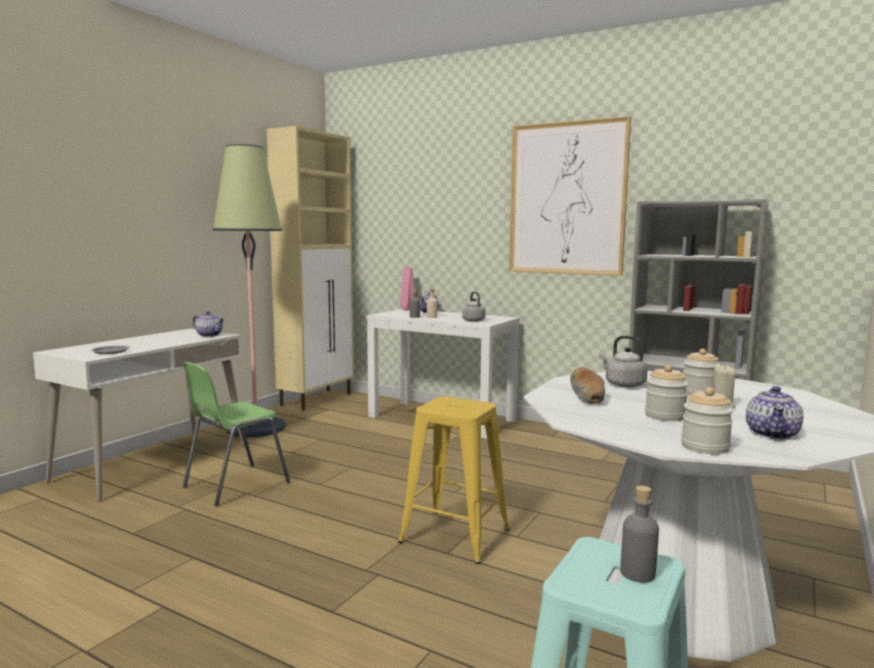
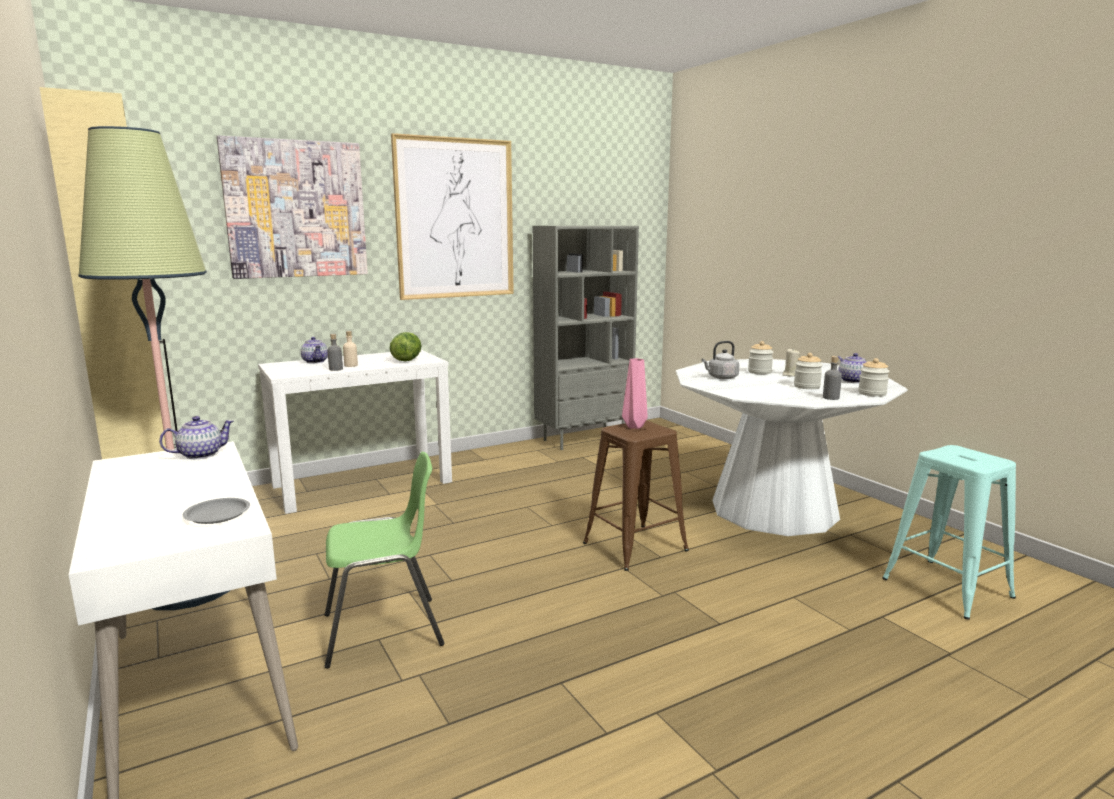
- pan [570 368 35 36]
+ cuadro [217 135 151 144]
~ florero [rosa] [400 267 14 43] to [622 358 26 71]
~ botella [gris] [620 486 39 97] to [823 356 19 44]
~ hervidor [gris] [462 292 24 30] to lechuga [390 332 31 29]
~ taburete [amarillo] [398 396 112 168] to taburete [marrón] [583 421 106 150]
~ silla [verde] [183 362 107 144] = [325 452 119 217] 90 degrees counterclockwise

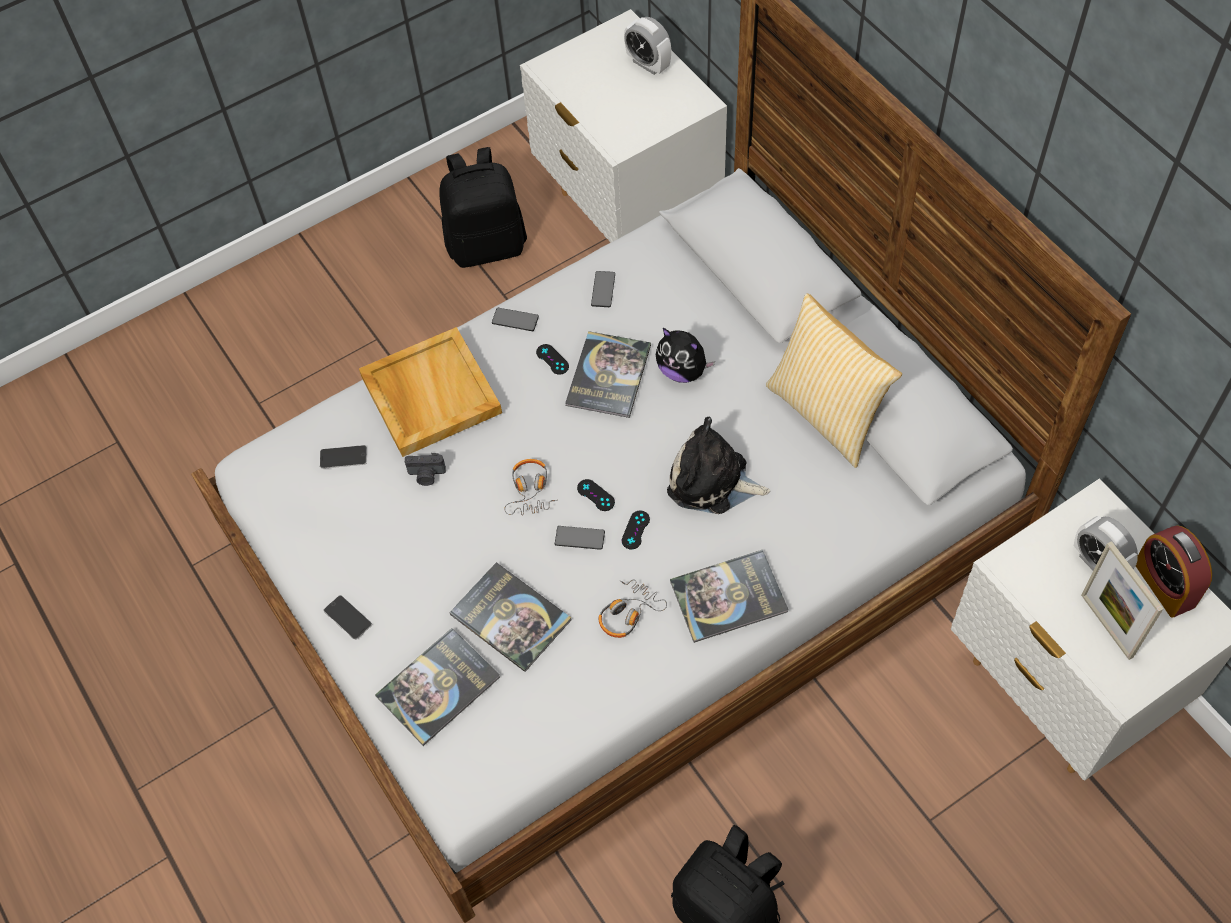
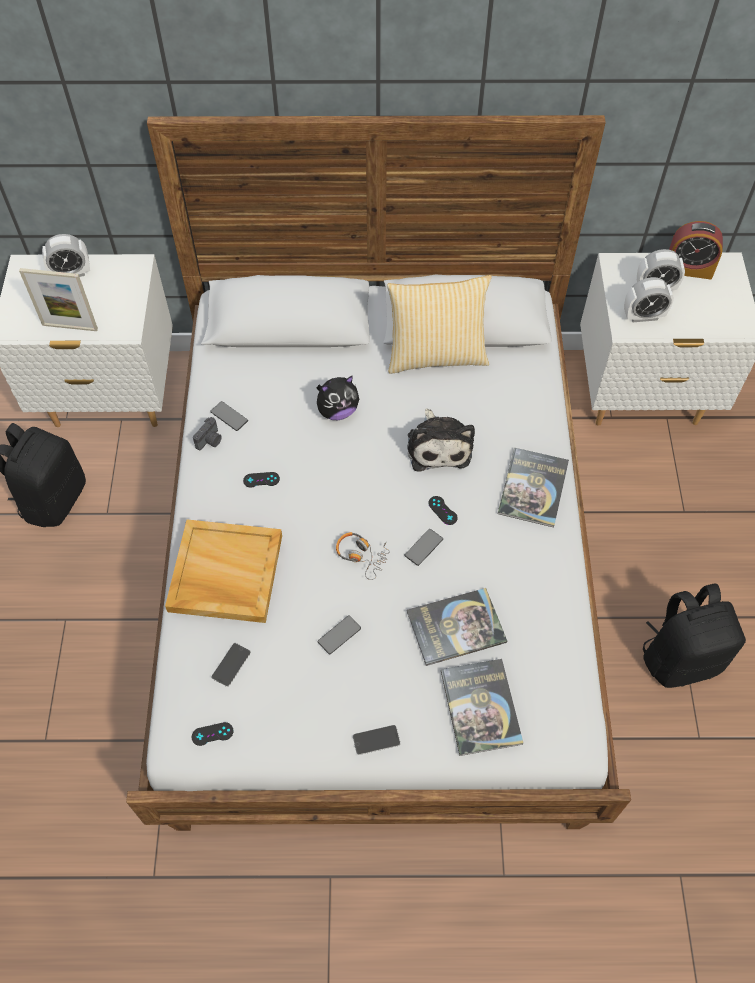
- libro [565 331 86 87]
- auriculares [599 579 68 59]
+ despertador [624 277 50 45]
~ cámara [405 453 41 33] to [193 417 29 33]
~ móvil [492 308 47 23] to [318 616 43 38]
~ mando de consola [negro] [577 479 38 32] to [192 722 41 24]
~ portarretratos [1081 541 82 119] to [19 268 79 63]
~ peluche [667 417 103 97] = [407 408 68 63] 60 degrees counterclockwise

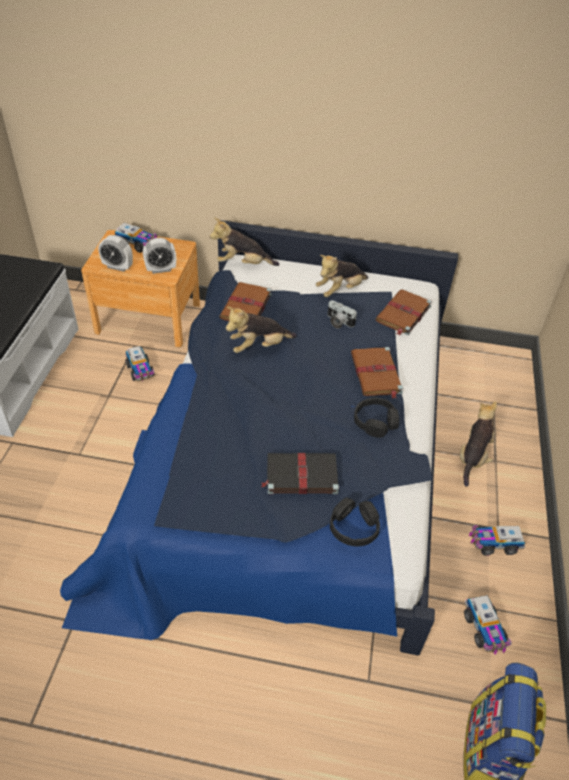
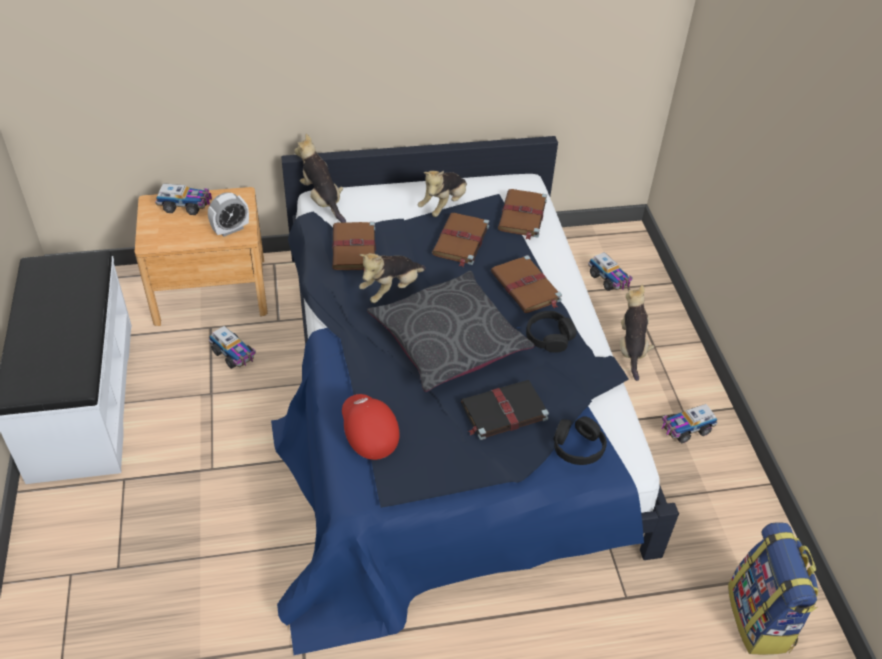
- despertador [98 235 35 37]
+ gorra [rojo] [342 394 58 66]
+ cojín [gris] [367 271 168 121]
~ camión de juguete [464 595 48 60] to [588 252 45 39]
~ cámara [328 301 29 28] to libro [marrón] [432 213 57 54]
~ peluche [210 217 69 49] = [294 134 52 89] 75 degrees clockwise

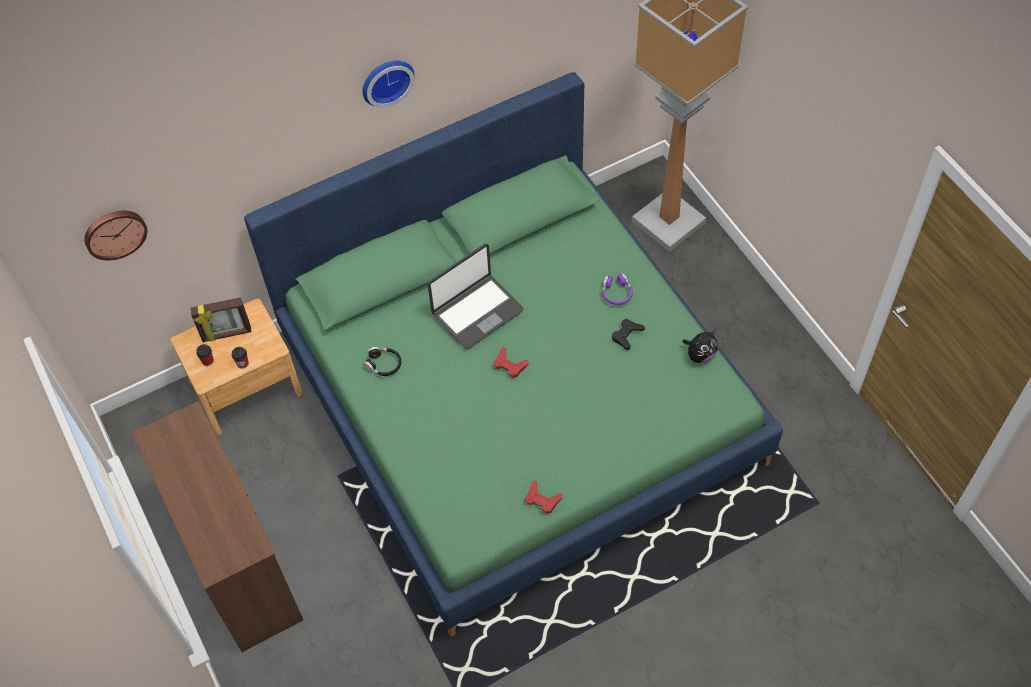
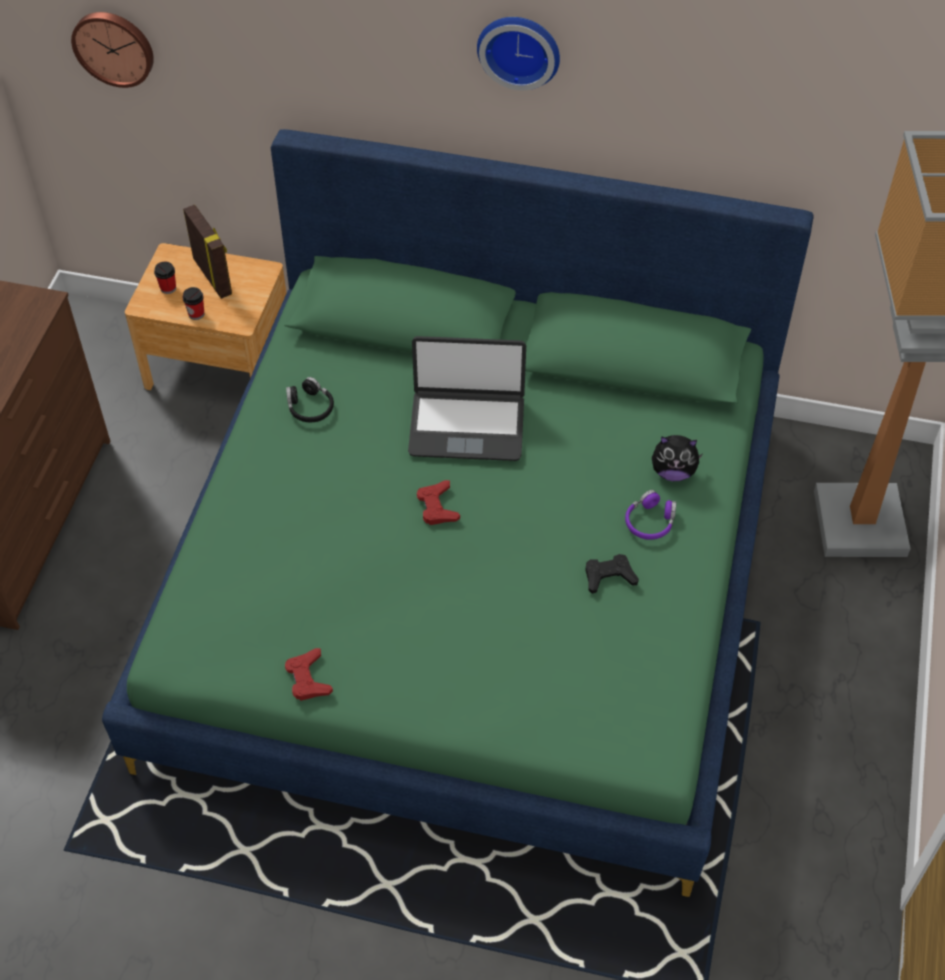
~ peluche [682 330 36 33] to [652 435 51 46]
~ portarretratos [190 297 62 45] = [183 205 49 94] 150 degrees counterclockwise

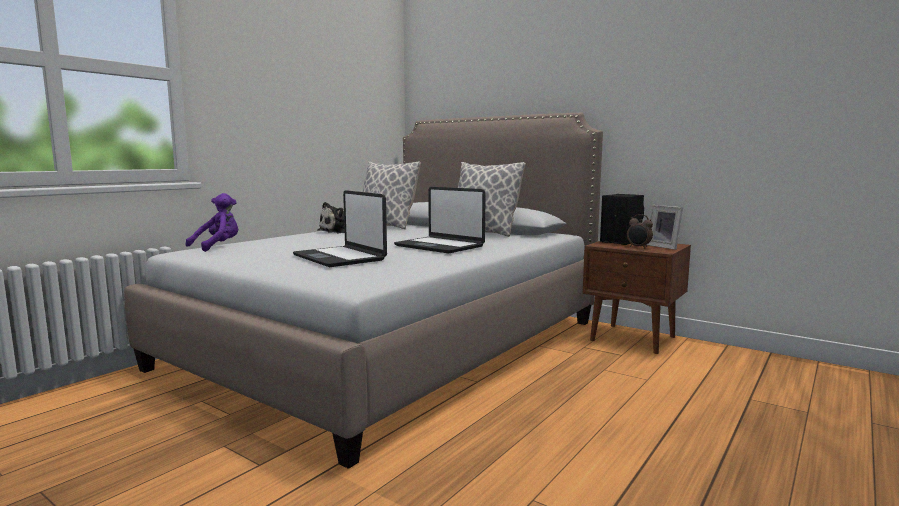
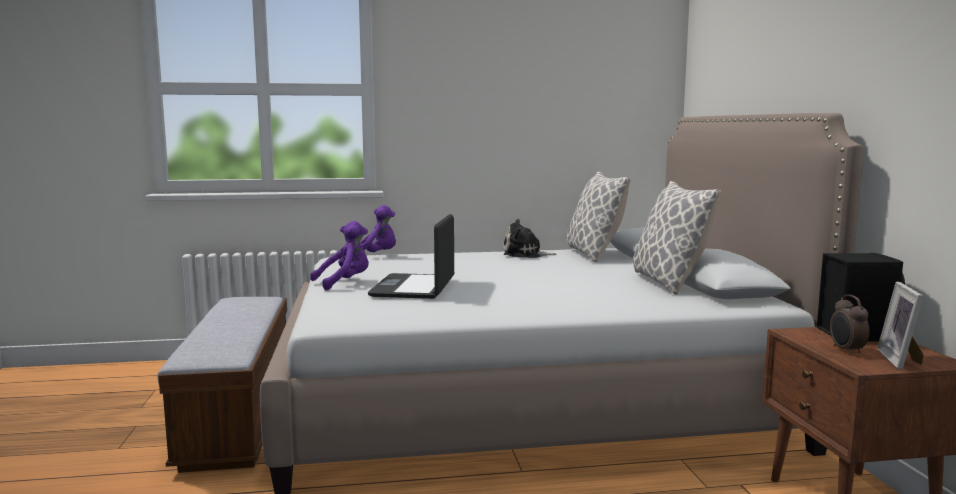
- portátil [394 187 92 67]
+ banco [158 297 129 176]
+ peluche [morado] [310 221 59 69]

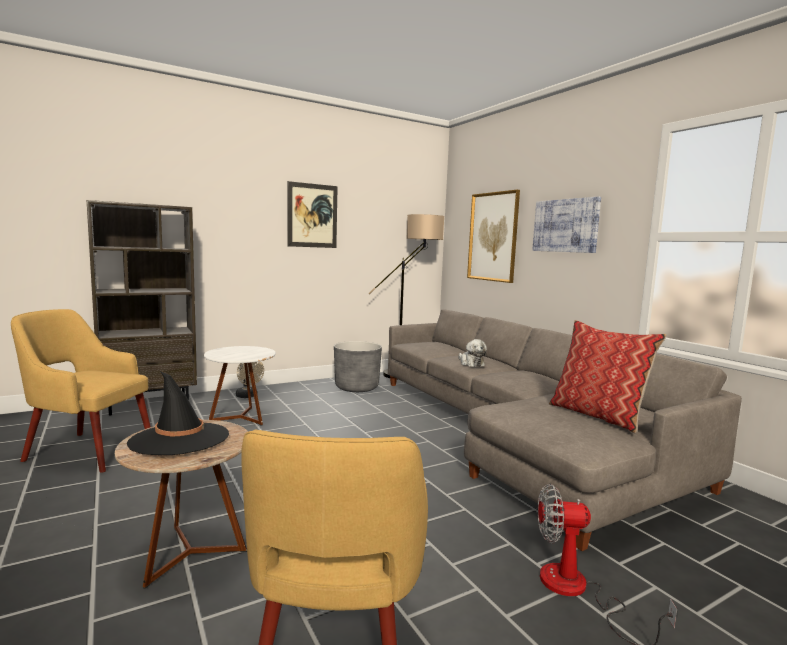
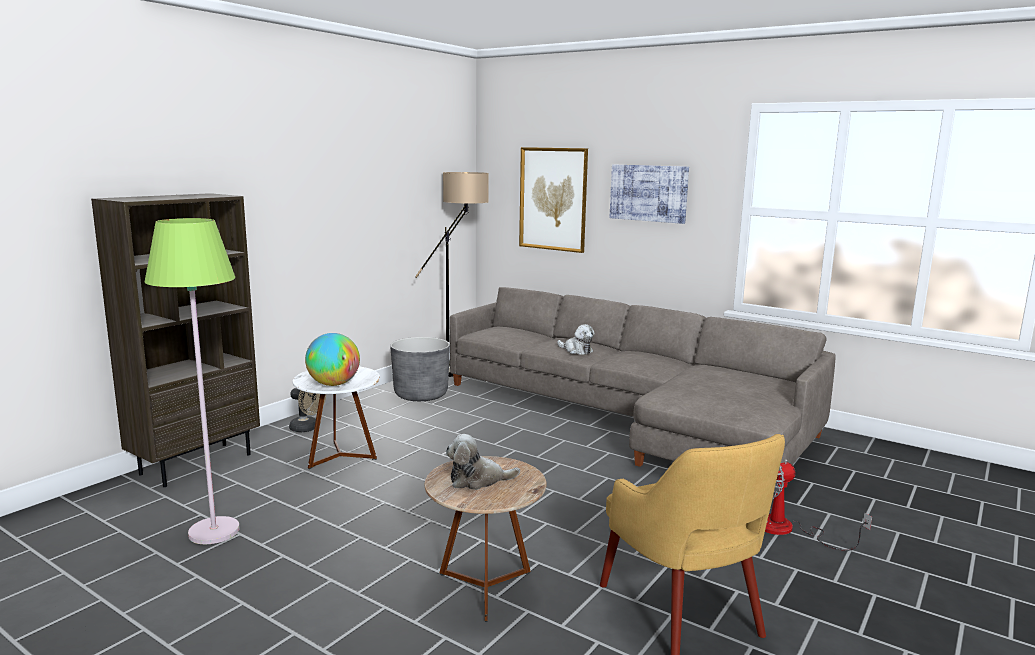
- cuadro [287 181 51 67]
- cojín [549 320 118 113]
+ globo terráqueo [305 333 55 53]
~ sillón [amarillo] [11 309 140 164] to lámpara de pie [verde] [145 218 95 326]
~ sombrero [negro] [127 371 102 84] to peluche [446 434 74 56]

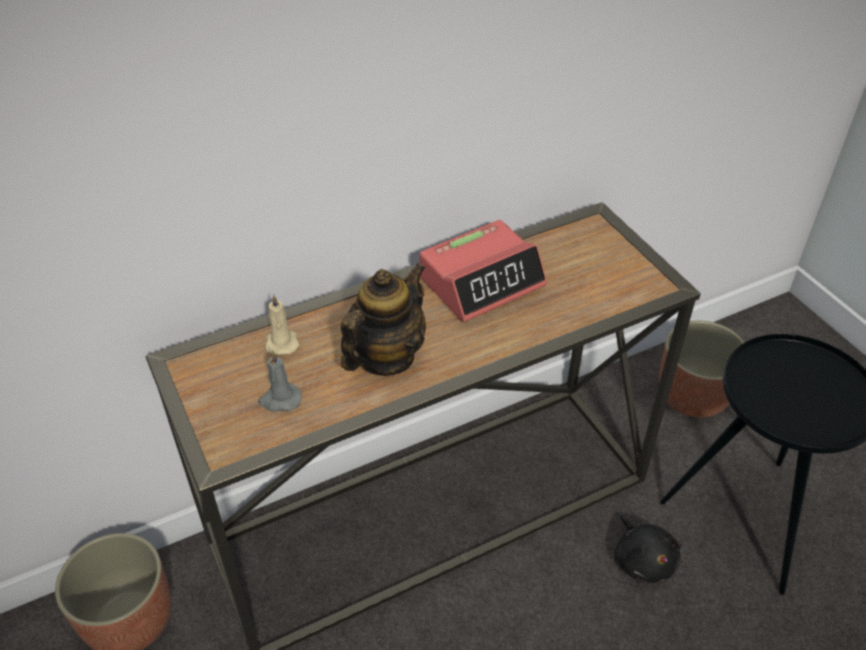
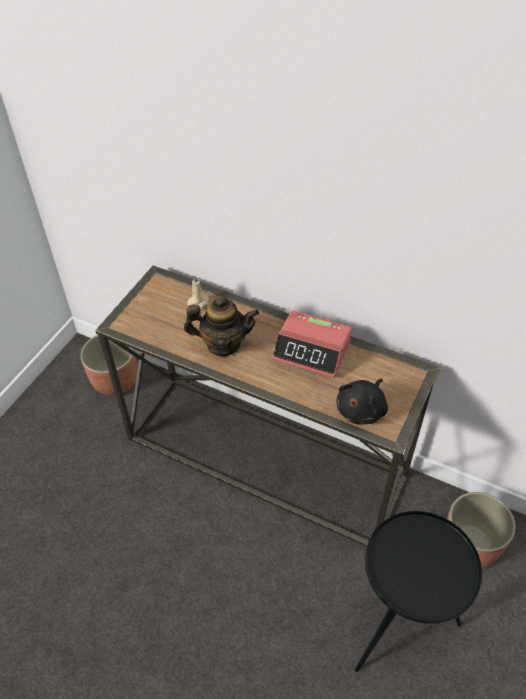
- vela [gris] [258 351 44 61]
~ peluche [negro] [614 515 68 68] to [336 379 52 46]

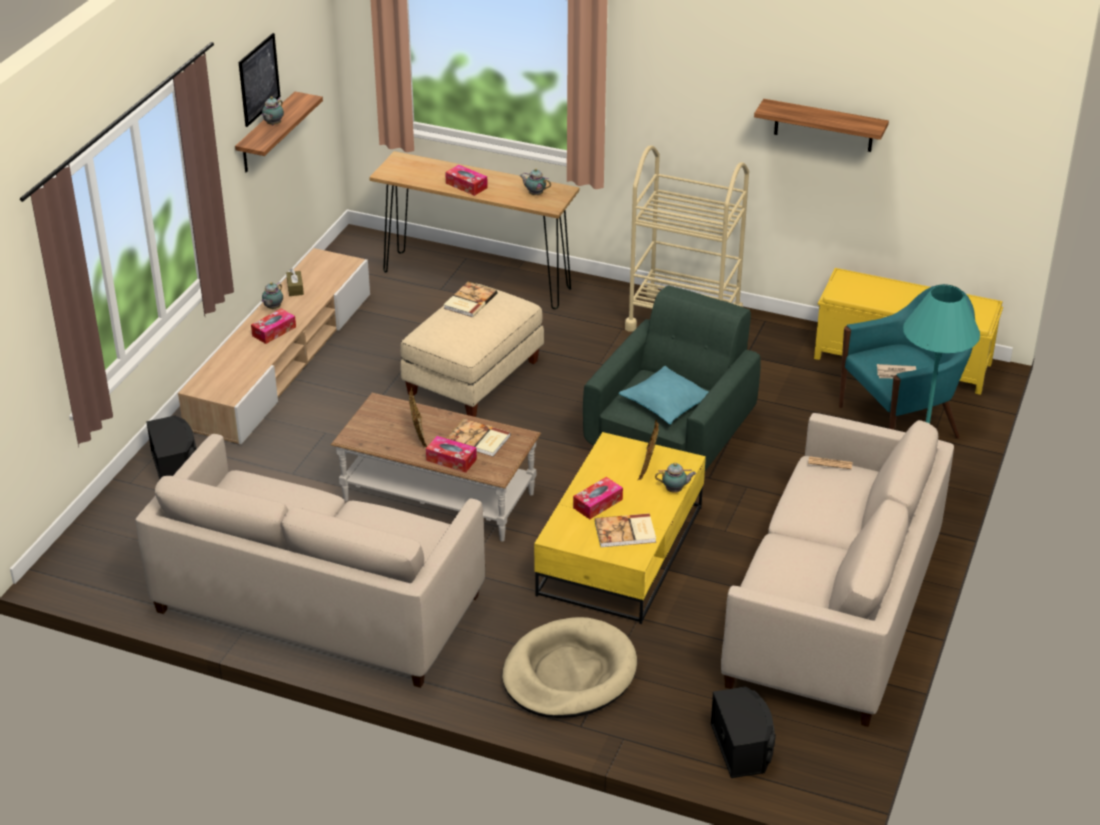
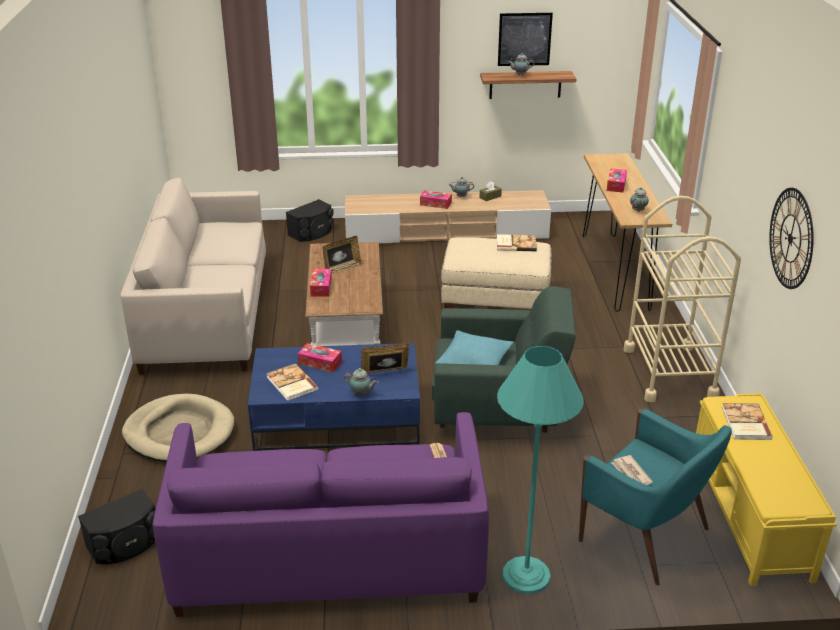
~ libro [447 418 64 39] to [722 403 51 37]
~ estante [754 99 135 53] to reloj de pared [769 188 45 101]
~ mesa de centro [amarillo] [534 432 172 192] to mesa de centro [azul] [248 343 172 108]
~ sofá [beis] [721 413 233 314] to sofá [morado] [153 412 336 205]
~ tetera [655 463 41 30] = [344 368 35 27] 45 degrees counterclockwise

